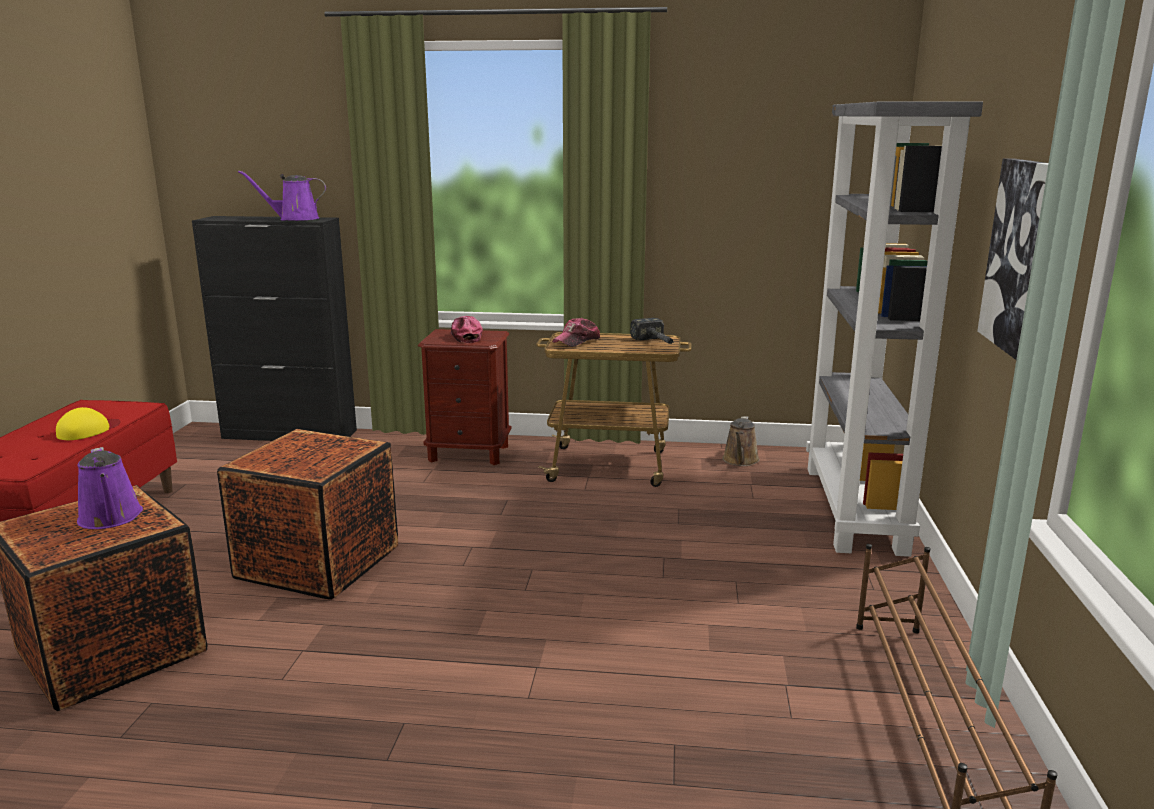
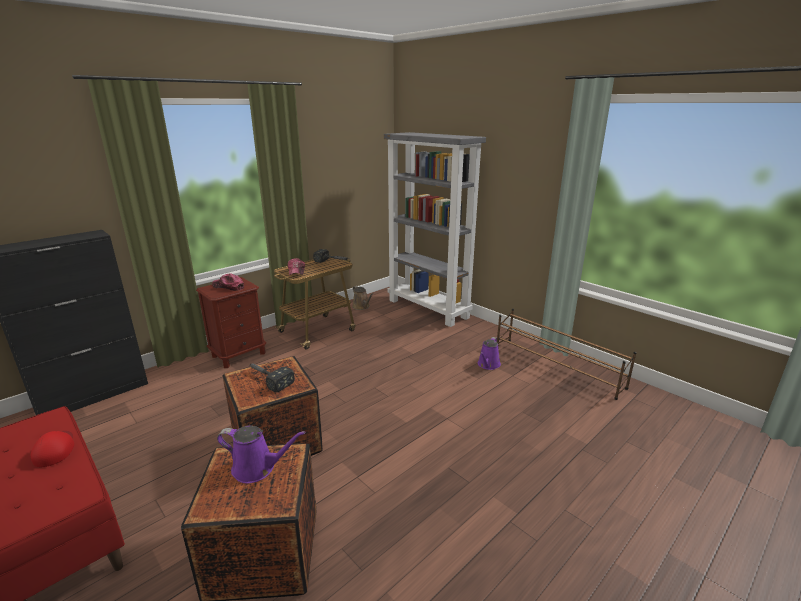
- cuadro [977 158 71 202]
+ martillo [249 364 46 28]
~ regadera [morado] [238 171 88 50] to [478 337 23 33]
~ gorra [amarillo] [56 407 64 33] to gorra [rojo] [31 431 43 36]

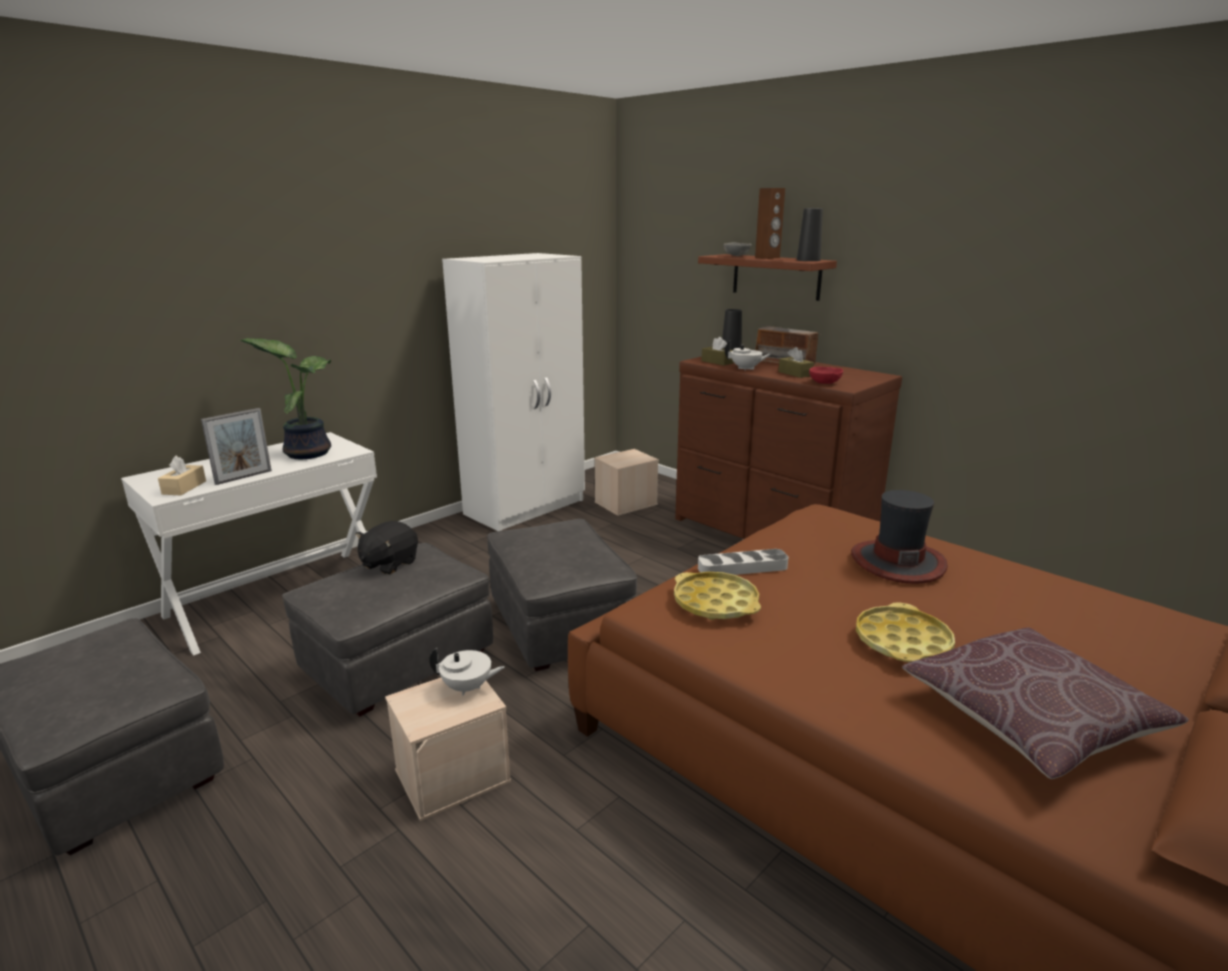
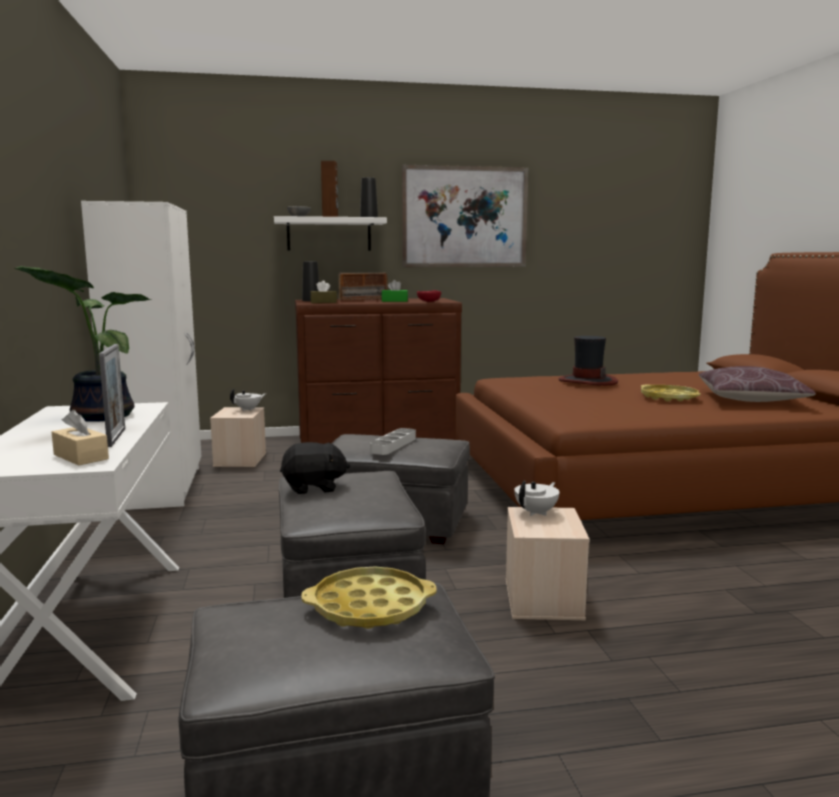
+ cuadro [402 165 126 102]
~ bandeja [amarillo] [674 572 87 48] to [301 567 135 62]
~ bandeja [gris] [698 549 90 26] to [370 428 46 27]
~ tetera [blanco] [725 340 46 31] to [230 388 36 23]
~ estante [marrón] [698 254 139 47] to estante [blanco] [274 216 113 35]
~ caja de pañuelos [marrón] [778 347 36 31] to caja de pañuelos [verde] [382 280 26 22]
~ peluche [negro] [356 521 62 54] = [280 442 70 52] 75 degrees counterclockwise

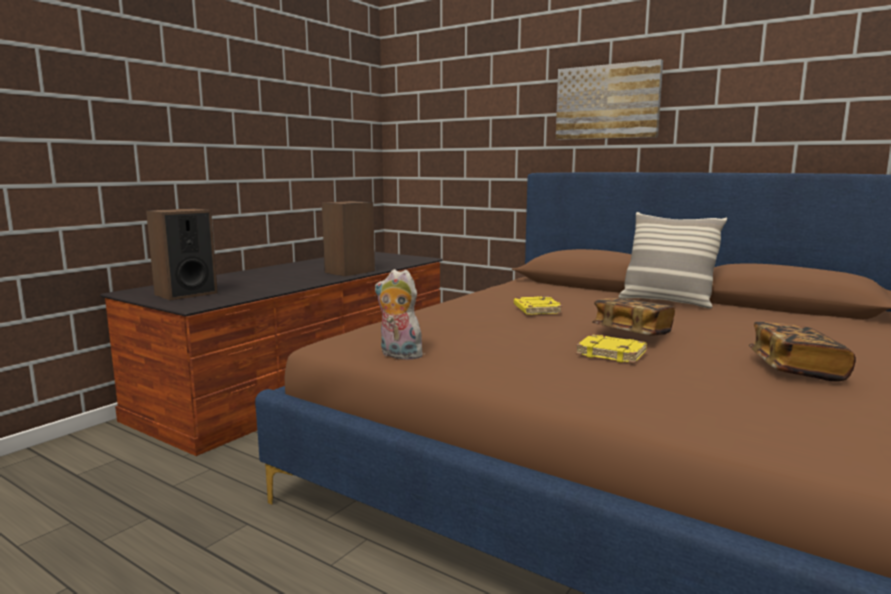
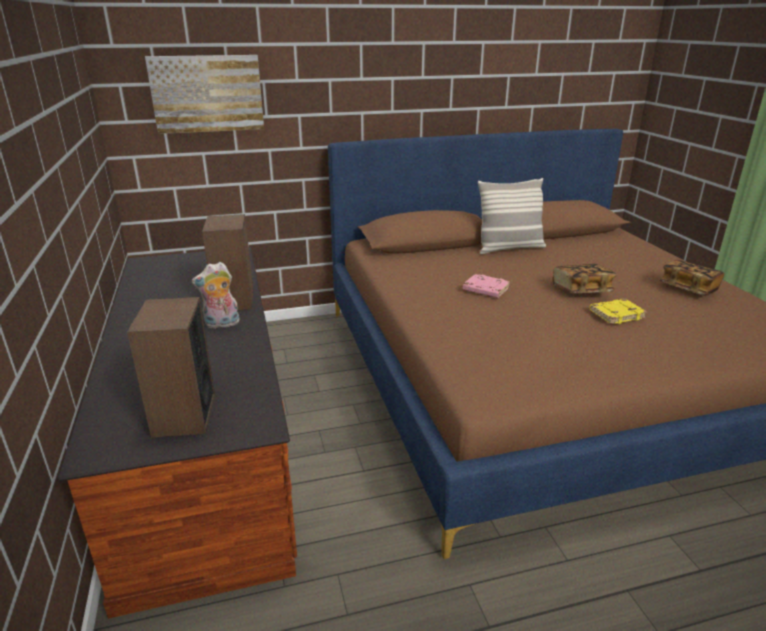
~ peluche [375 269 48 91] to [192 262 48 67]
~ cuadro [556 59 107 81] to [145 55 119 79]
~ libro [amarillo] [514 296 49 19] to libro [rosa] [462 274 48 24]

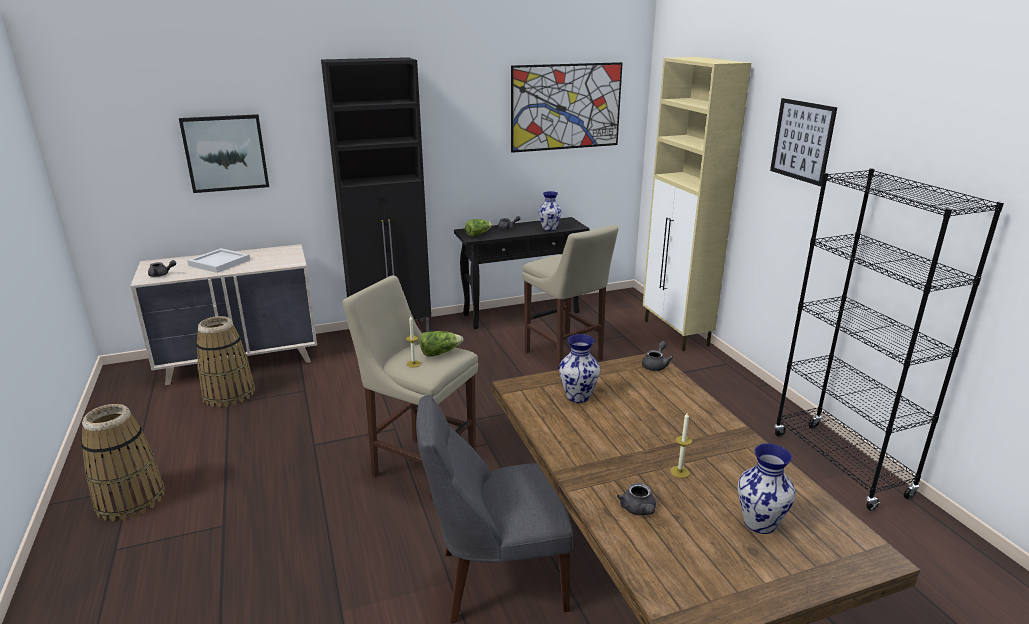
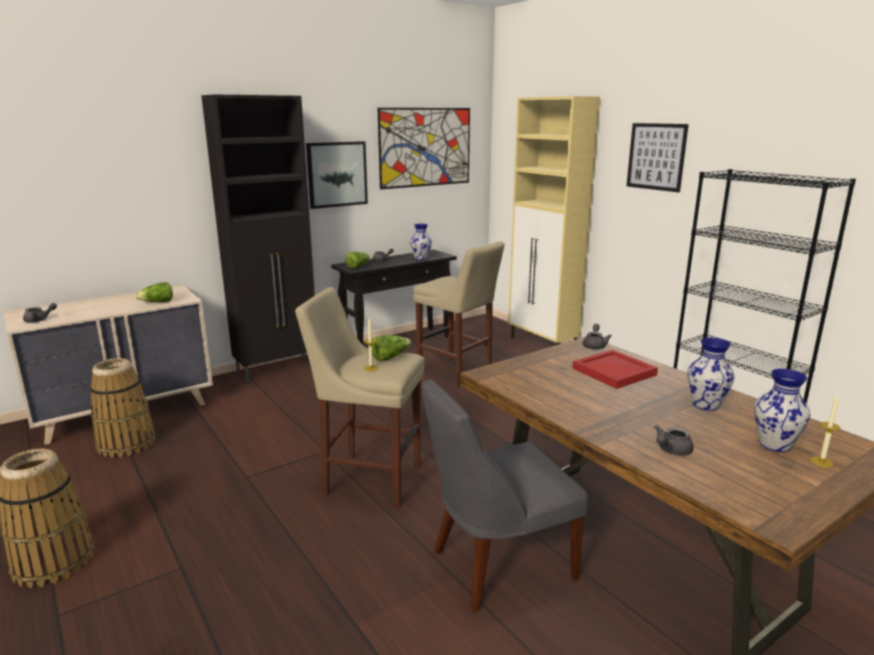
- bandeja [blanco] [187 248 63 25]
+ lechuga [135 282 38 20]
+ bandeja [rojo] [572 350 86 39]
~ cuadro [179 114 90 79] to [306 141 62 68]
~ florero [559 334 41 69] to [687 337 48 74]
~ vela [670 413 22 65] to [811 395 29 73]
~ tetera [gris] [617 483 39 32] = [654 425 40 31] 75 degrees clockwise

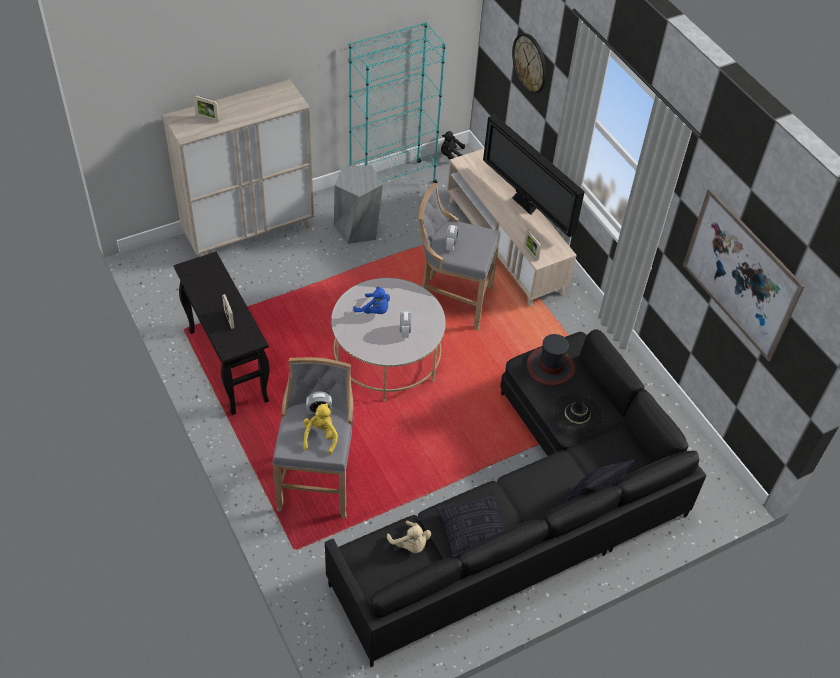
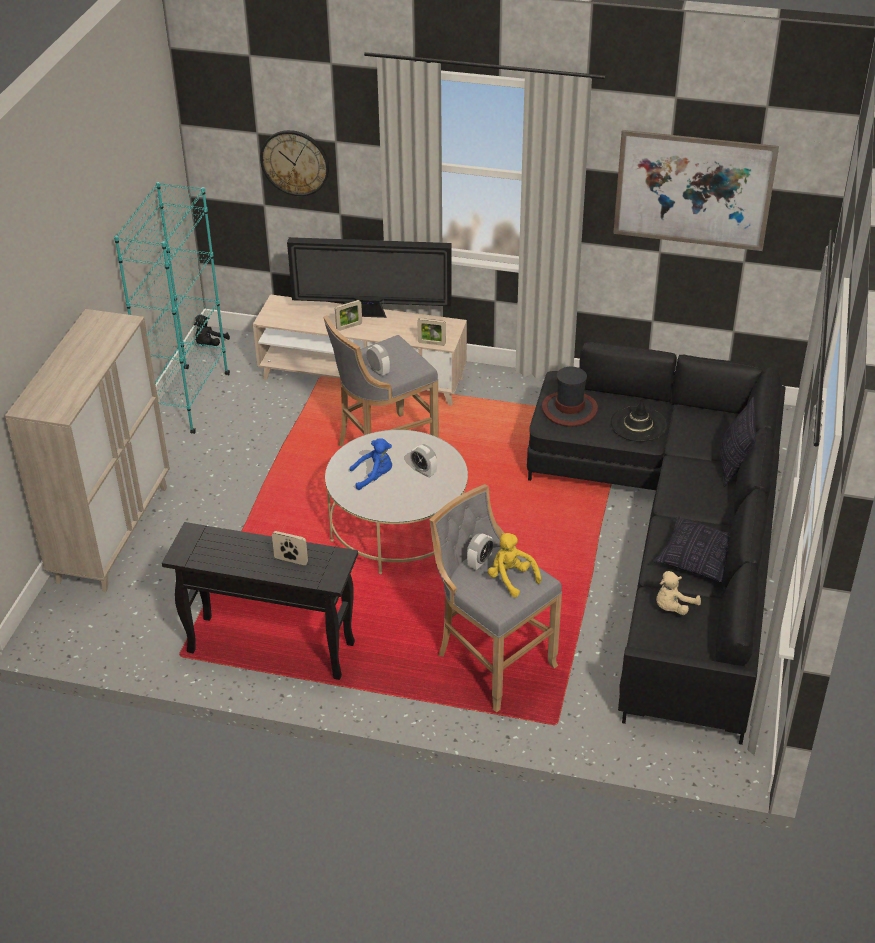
- taburete [gris] [334 165 49 79]
~ portarretratos [194 95 26 27] to [335 300 27 31]
~ peluche [beis] [387 521 44 32] = [656 571 45 44] 135 degrees clockwise

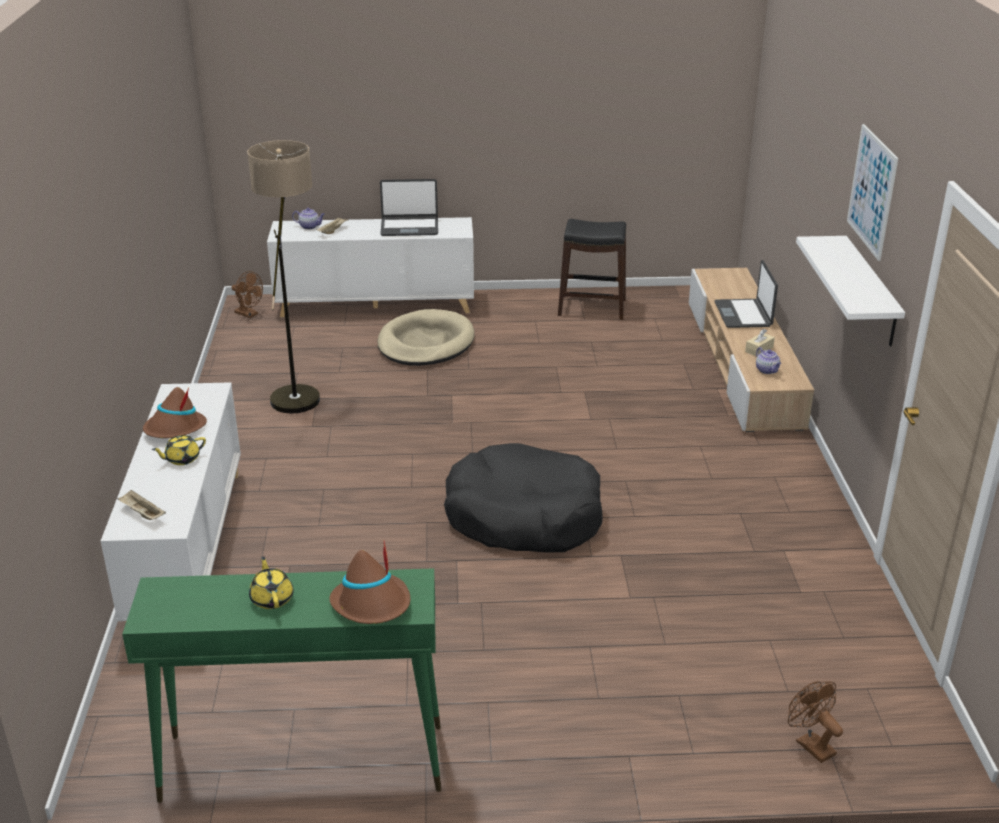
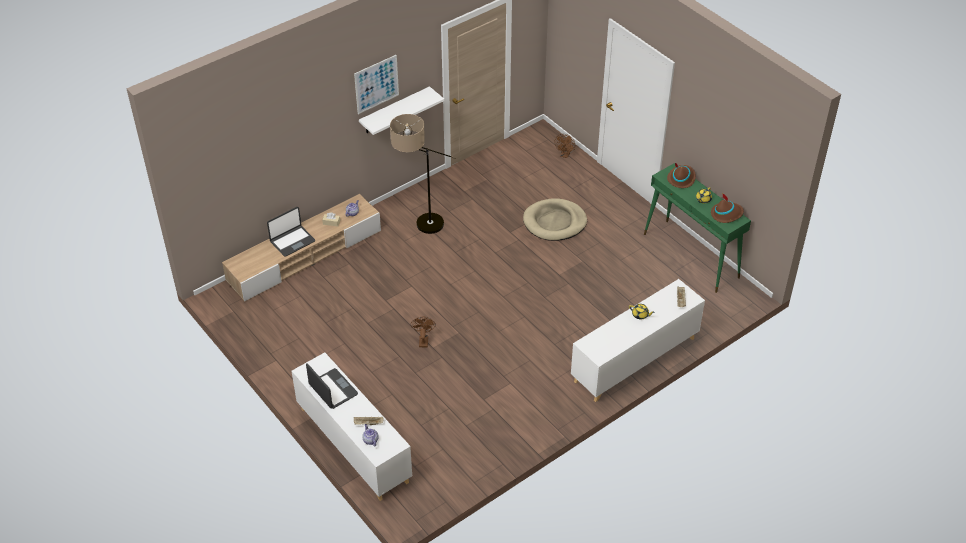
- cama para perro [negro] [444 443 159 109]
- taburete [negro] [558 219 68 101]
~ sombrero [marrón] [143 387 64 51] to [711 193 33 30]
~ ventilador [marrón] [232 271 31 47] to [411 317 25 30]
~ lámpara de pie [247 140 73 274] to [390 114 66 120]
~ cama para perro [beis] [377 309 98 57] to [523 199 64 42]

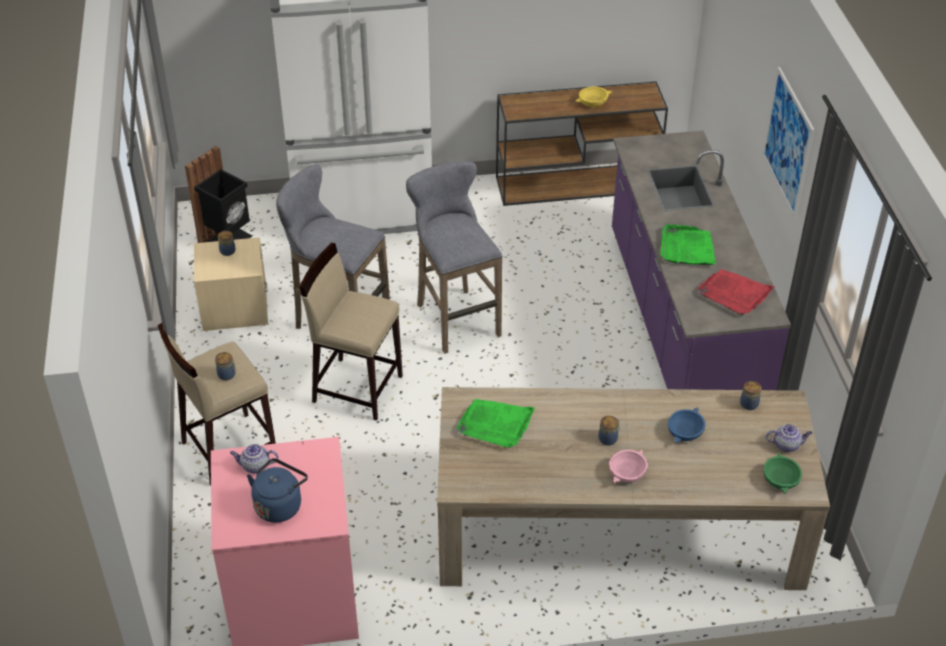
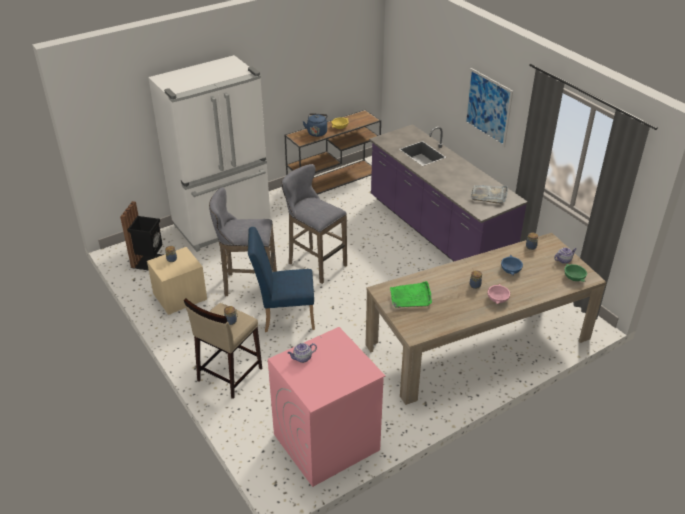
- bandeja [verde] [660 224 56 41]
~ hervidor [azul] [247 458 61 65] to [303 113 25 24]
~ taburete [beis] [300 243 103 178] to silla [azul] [248 227 67 105]
~ bandeja [rojo] [697 269 78 46] to bandeja [gris] [471 185 37 19]

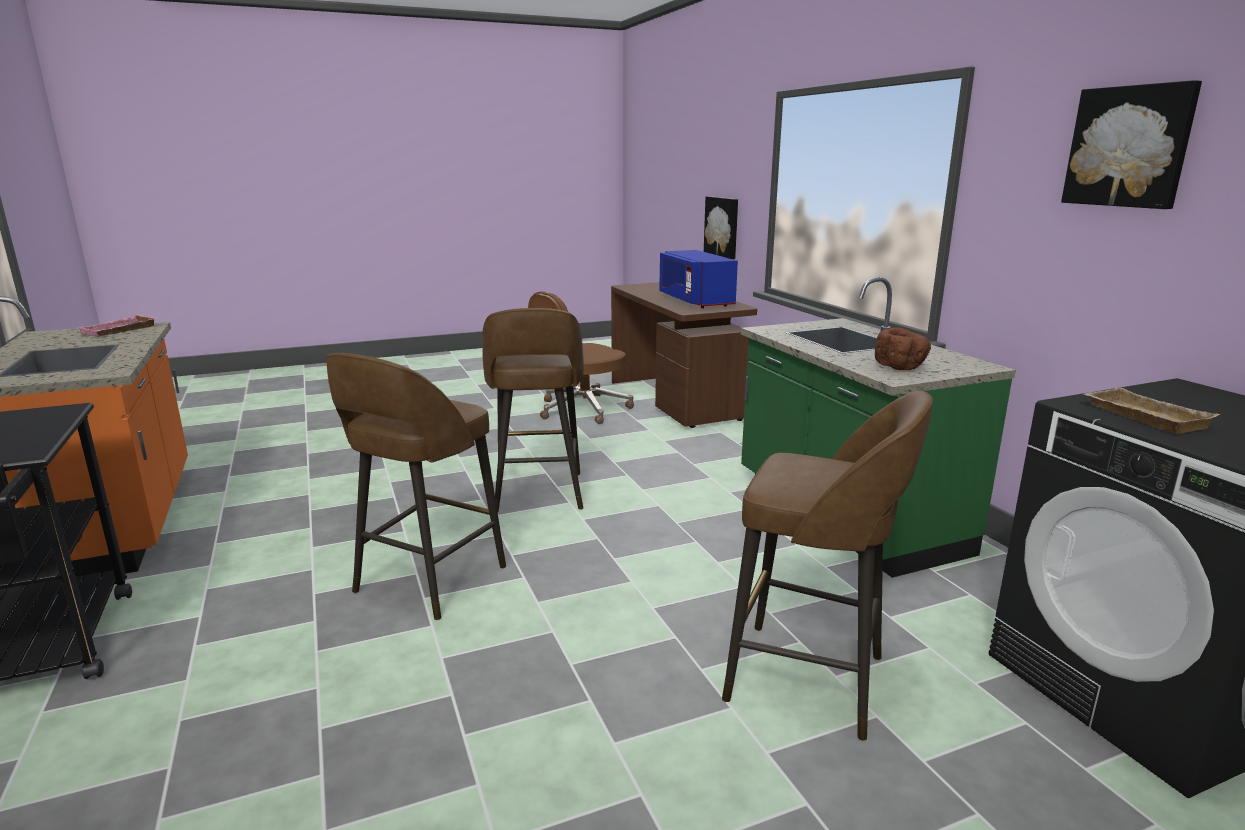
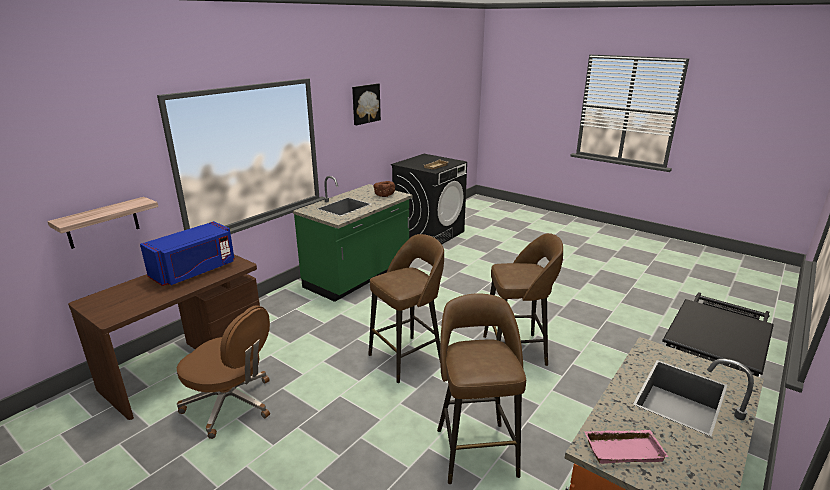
~ taburete [marrón] [722 391 211 350] to [437 293 89 191]
~ cuadro [704 196 34 63] to estante [47 197 111 52]

